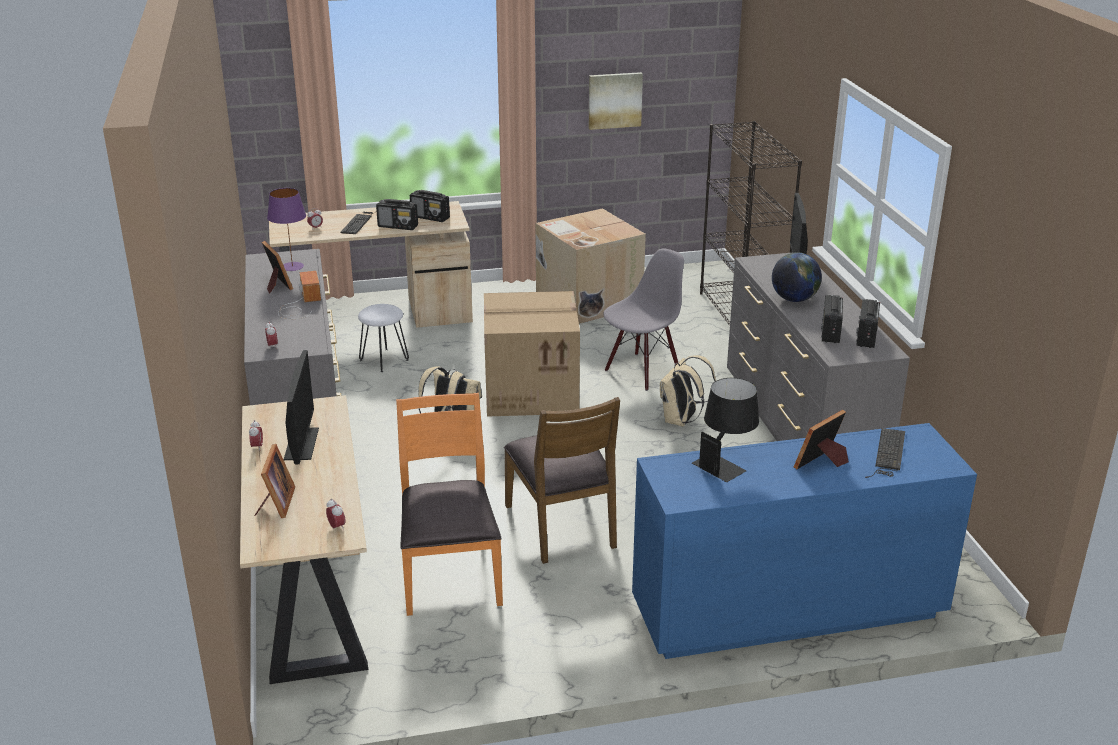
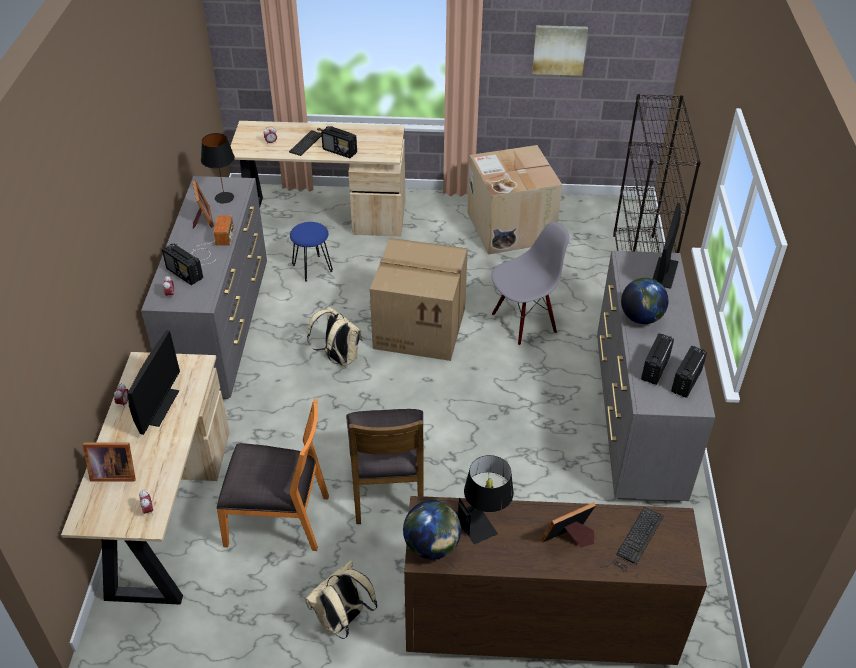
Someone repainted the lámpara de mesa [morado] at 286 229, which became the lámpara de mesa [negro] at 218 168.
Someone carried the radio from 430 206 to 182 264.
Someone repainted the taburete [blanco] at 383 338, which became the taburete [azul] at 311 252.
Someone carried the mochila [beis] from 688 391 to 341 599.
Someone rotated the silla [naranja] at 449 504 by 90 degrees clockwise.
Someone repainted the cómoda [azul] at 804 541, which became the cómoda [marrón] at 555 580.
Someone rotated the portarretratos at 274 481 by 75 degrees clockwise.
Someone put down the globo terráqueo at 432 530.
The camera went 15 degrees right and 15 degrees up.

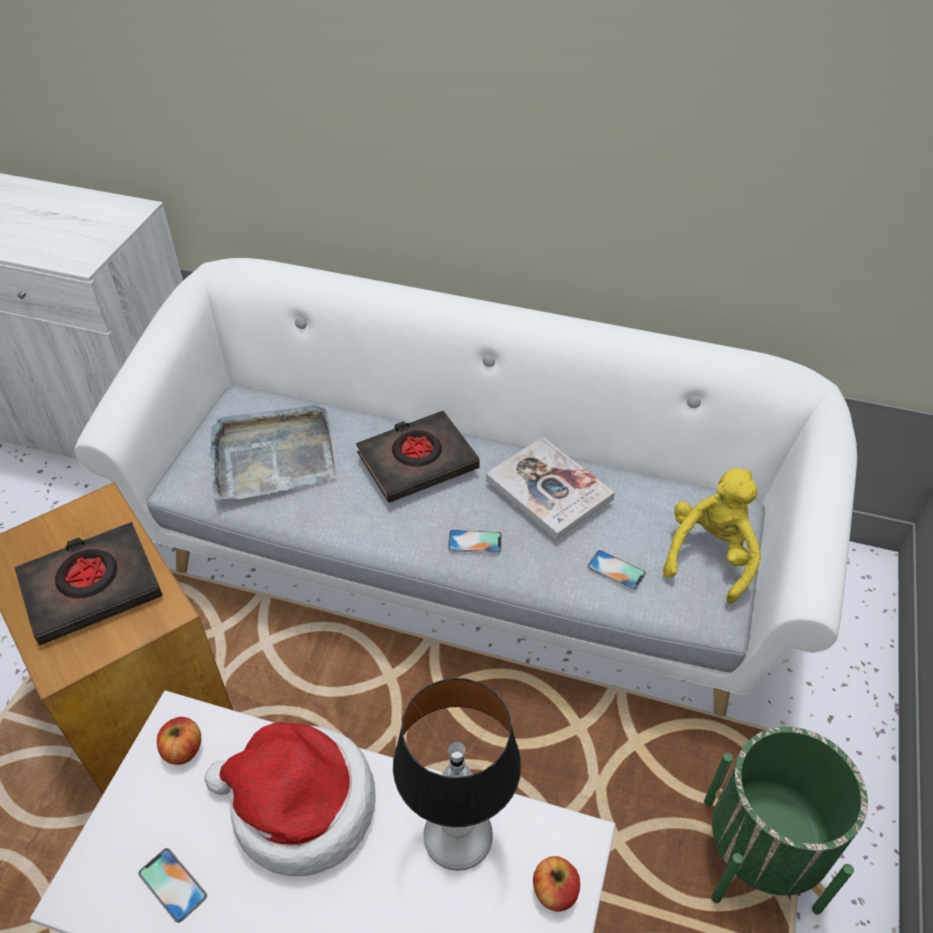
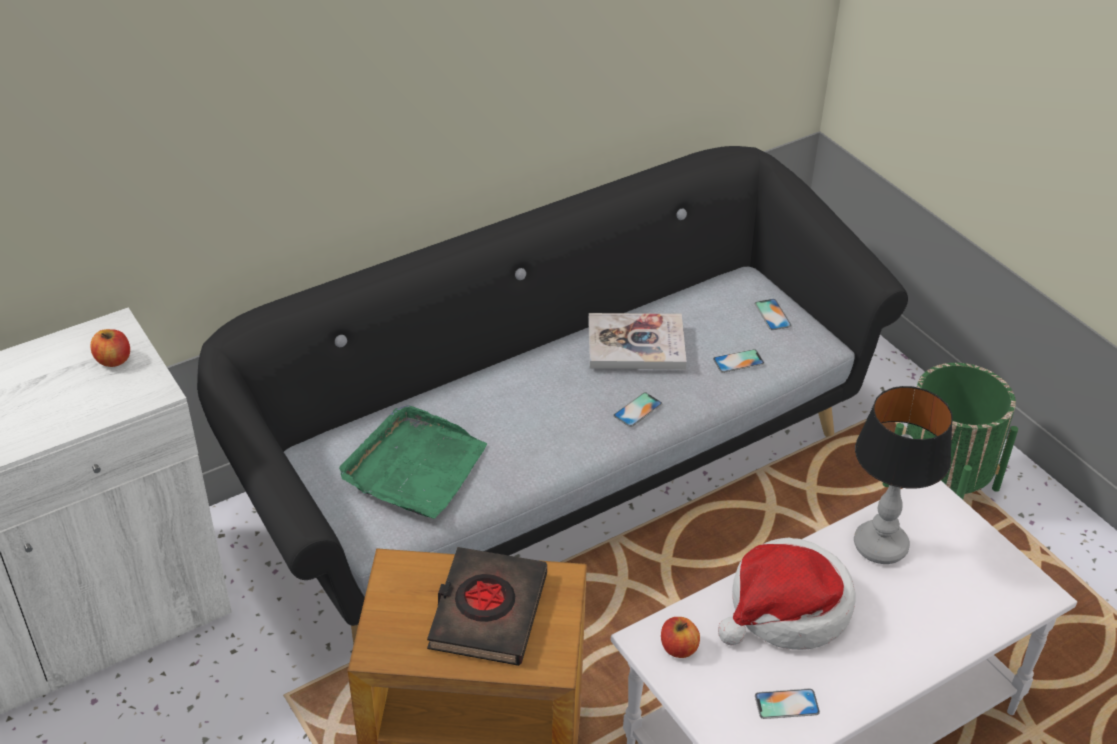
Someone repainted the sofá [blanco] at 466 487, which became the sofá [negro] at 552 395.
Someone repainted the bandeja [gris] at 272 452, which became the bandeja [verde] at 413 462.
Someone took away the libro [negro] at 418 457.
Someone swapped the peluche [amarillo] at 712 535 for the móvil at 773 314.
Someone carried the manzana from 556 884 to 110 348.
The camera went 50 degrees left and 5 degrees down.

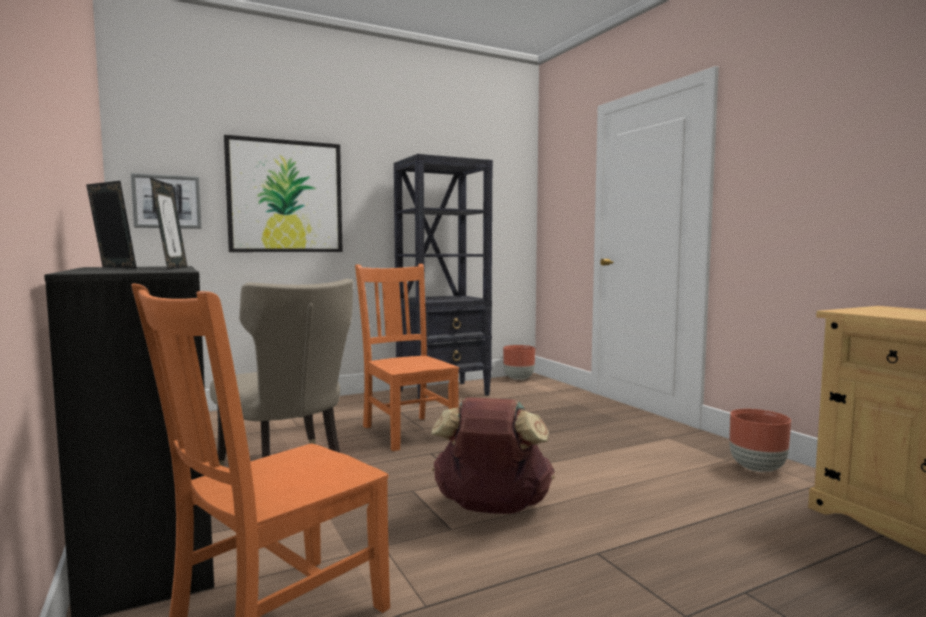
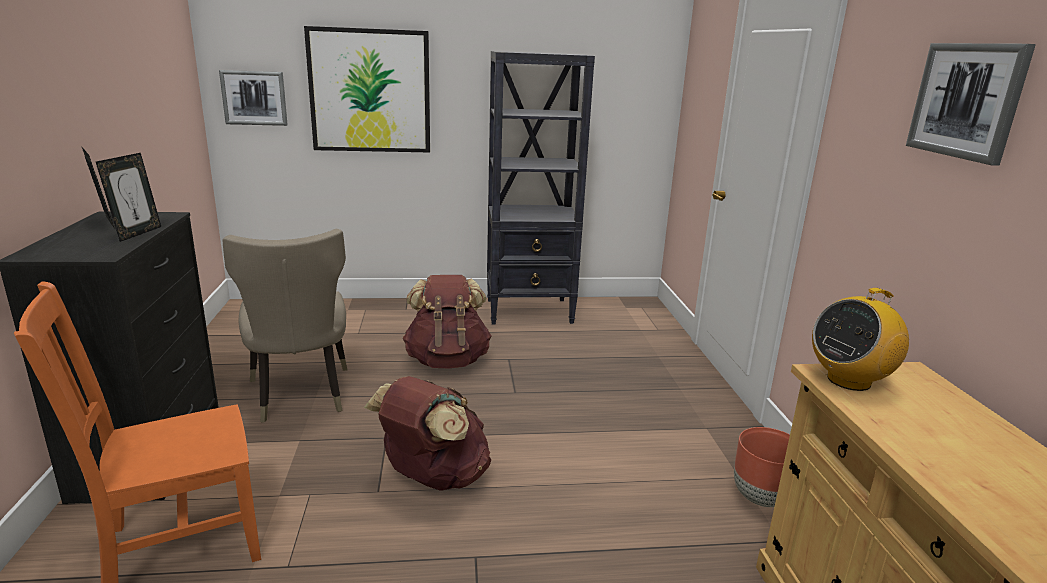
Someone swapped the silla [naranja] at 407 357 for the mochila [marrón] at 447 321.
Someone took away the maceta [marrón] at 519 362.
Someone put up the cuadro at 971 104.
Someone put down the radio at 860 339.
The camera went 20 degrees right and 15 degrees up.

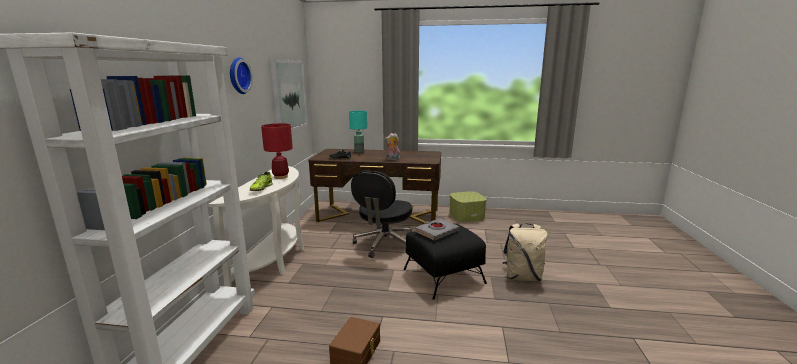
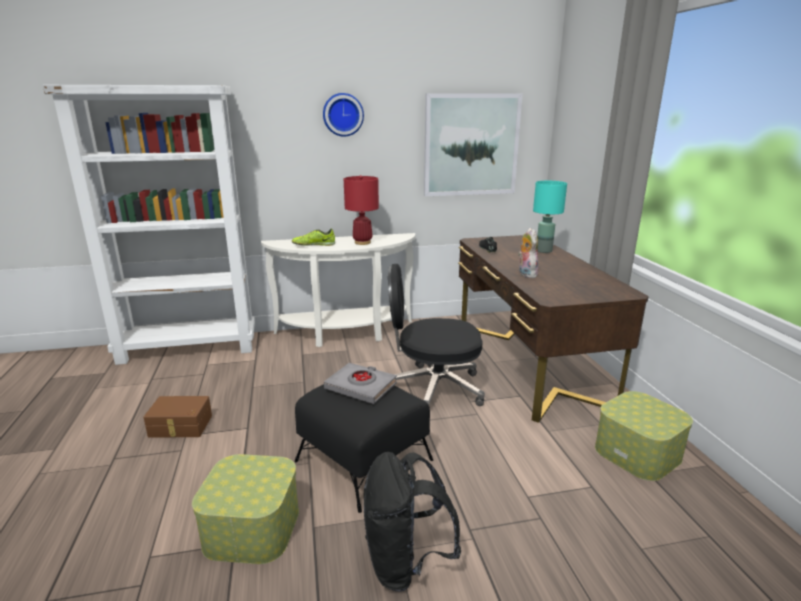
Someone repainted the mochila [beis] at 525 252, which became the mochila [negro] at 412 522.
Someone put down the caja de almacenaje at 245 509.
The camera went 70 degrees right and 5 degrees up.

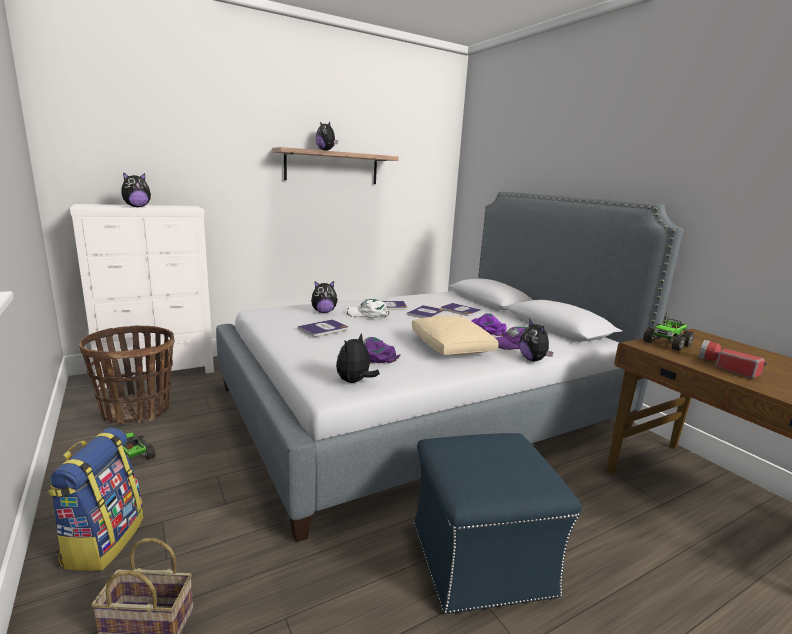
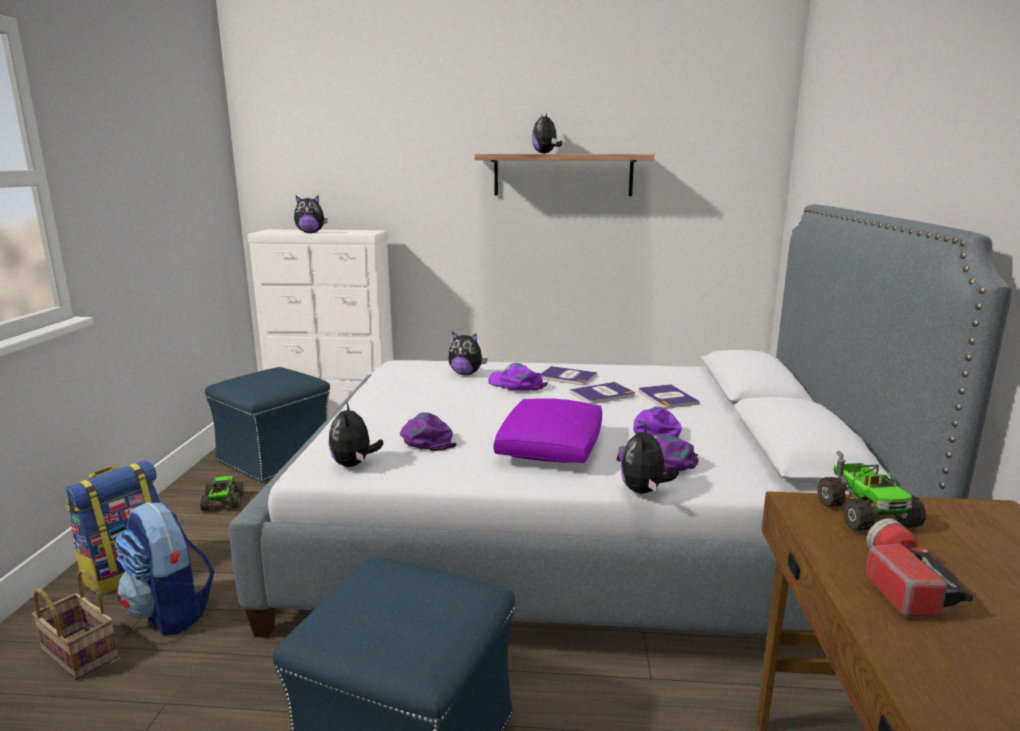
Someone repainted the gorra [blanco] at 367 308, which became the gorra [morado] at 518 377.
Someone rotated the camión de juguete at 668 331 by 90 degrees counterclockwise.
Someone repainted the cojín [beis] at 455 335, which became the cojín [morado] at 548 430.
Someone took away the libro at 323 328.
Someone swapped the cesta at 127 374 for the puf [azul] at 267 424.
Someone rotated the peluche at 358 358 by 75 degrees counterclockwise.
Someone put down the mochila at 164 569.
The camera went 35 degrees right and 0 degrees up.

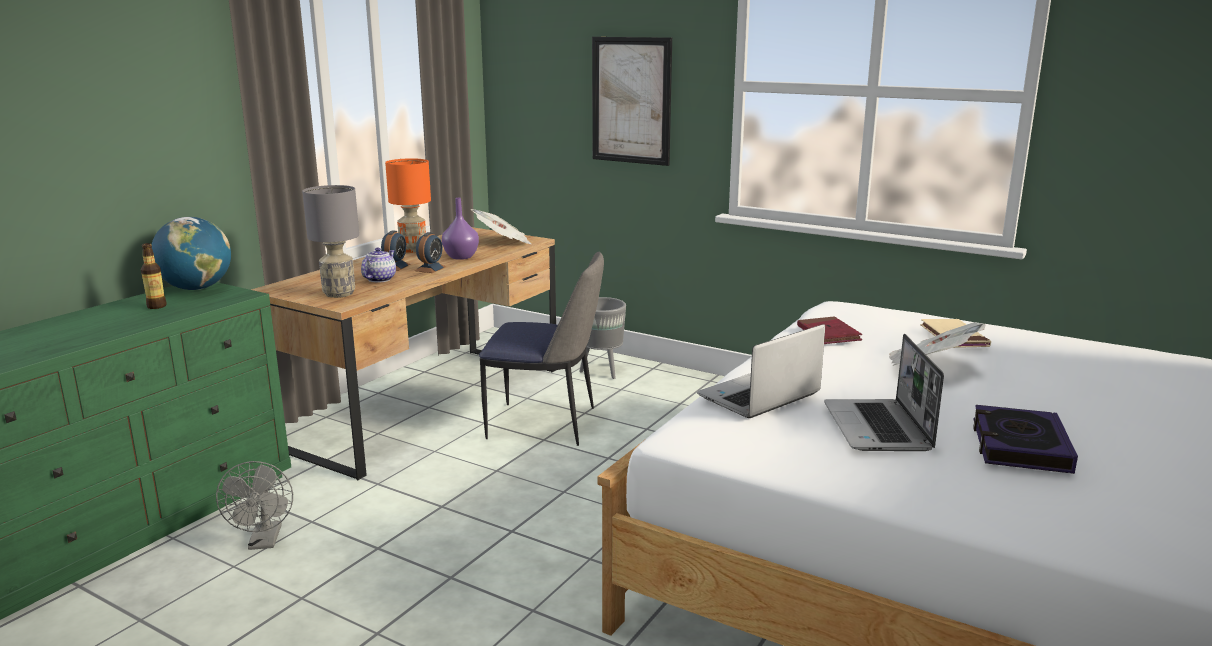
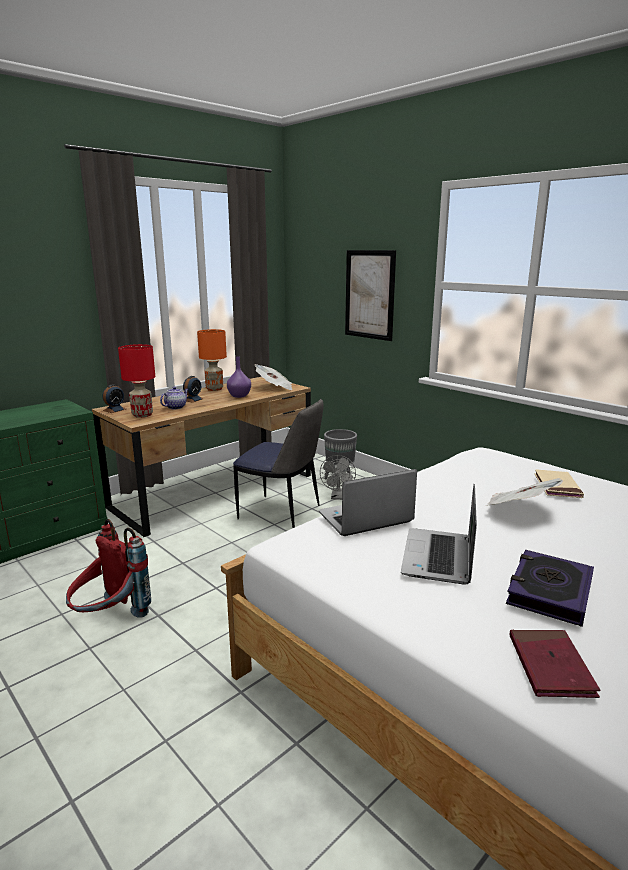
Someone repainted the lámpara de mesa [gris] at 330 241, which became the lámpara de mesa [rojo] at 136 381.
Someone took away the globo terráqueo at 191 253.
Someone carried the despertador from 430 252 to 114 399.
Someone took away the botella at 154 276.
Someone carried the libro [rojo] from 830 330 to 555 664.
Someone carried the ventilador [gris] from 254 505 to 338 477.
Someone put down the mochila [rojo] at 108 568.
The camera went 15 degrees right and 0 degrees up.

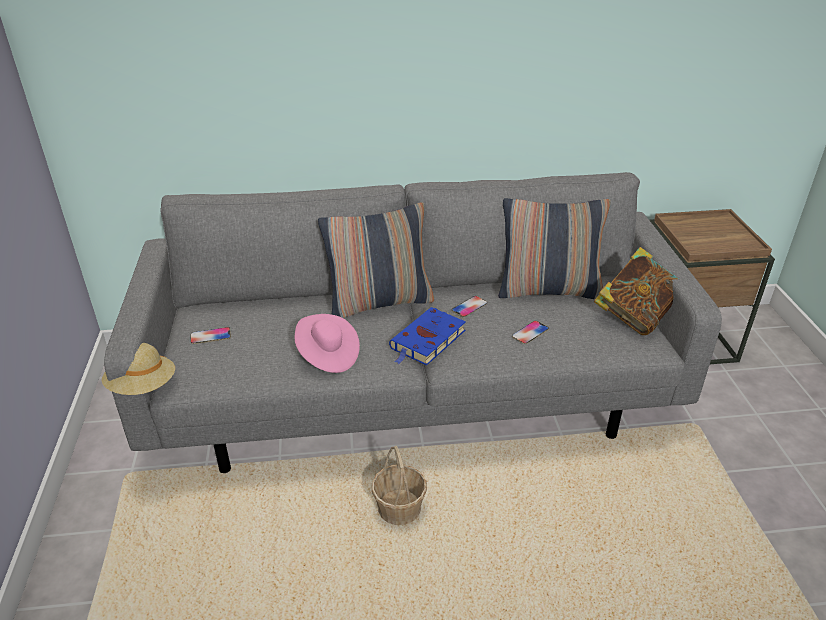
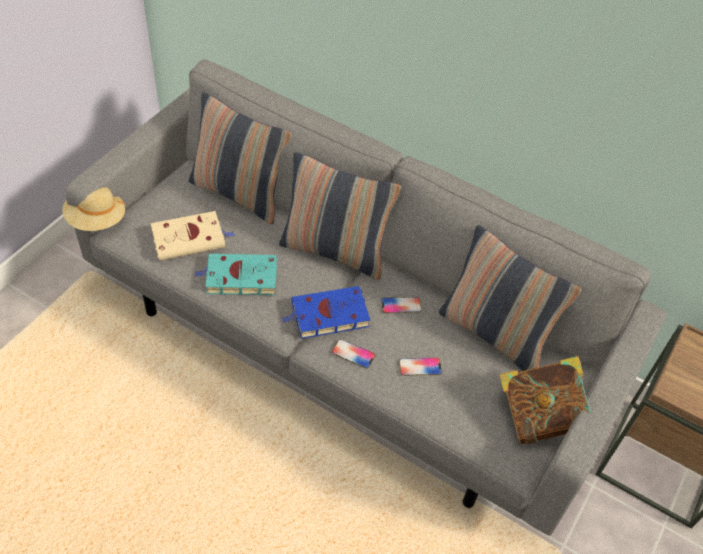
Someone swapped the sombrero [rosa] at 327 343 for the libro [turquesa] at 236 274.
Someone carried the móvil from 210 335 to 353 354.
Someone took away the cesta at 399 485.
Someone put down the cojín at 240 158.
Someone put down the libro [beis] at 193 236.
The camera went 35 degrees right and 15 degrees up.

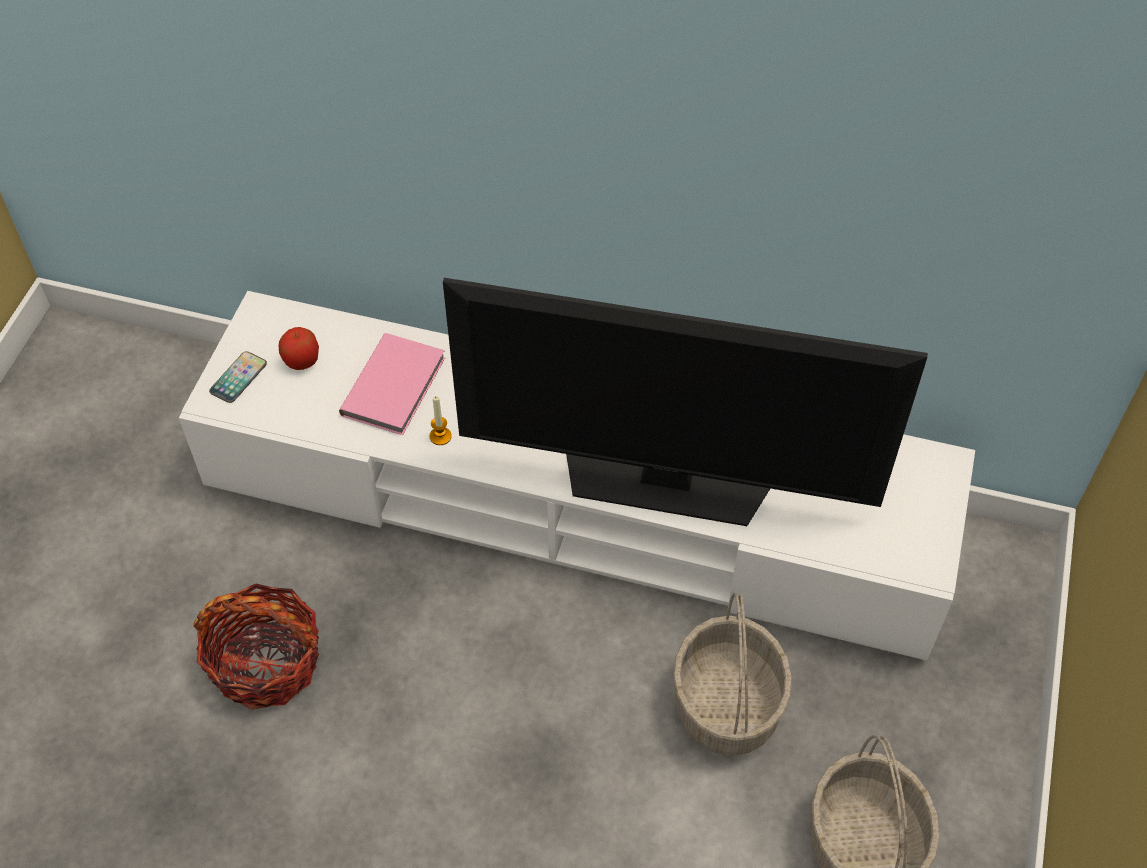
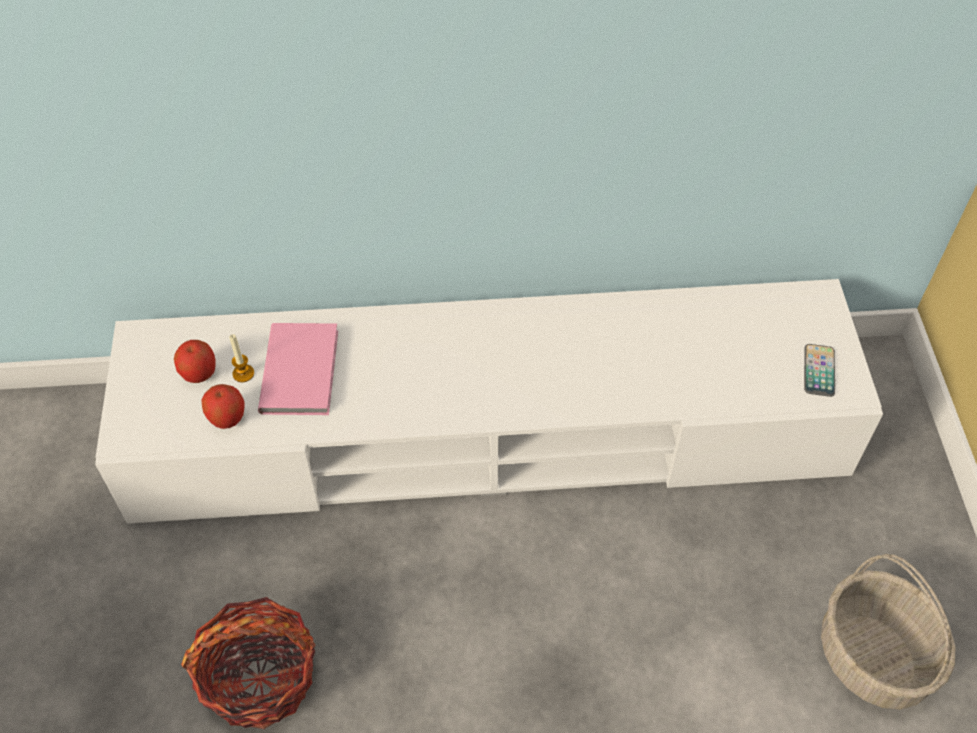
Someone took away the televisor at 685 402.
Someone carried the móvil from 238 377 to 819 370.
Someone carried the vela from 441 420 to 241 358.
Someone took away the cesta at 732 674.
Someone put down the manzana at 222 406.
The camera went 20 degrees left and 0 degrees up.

